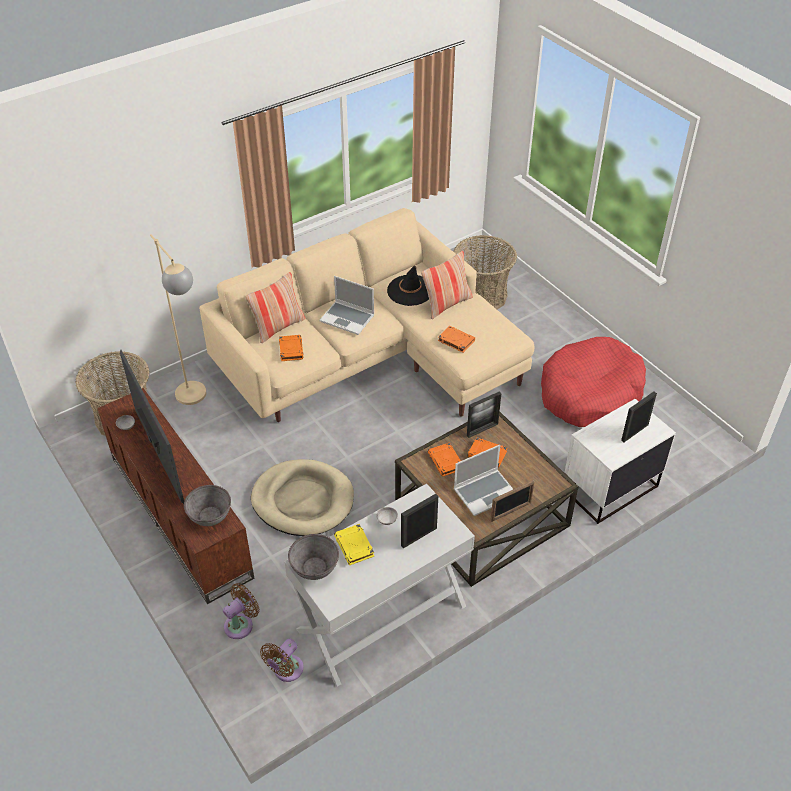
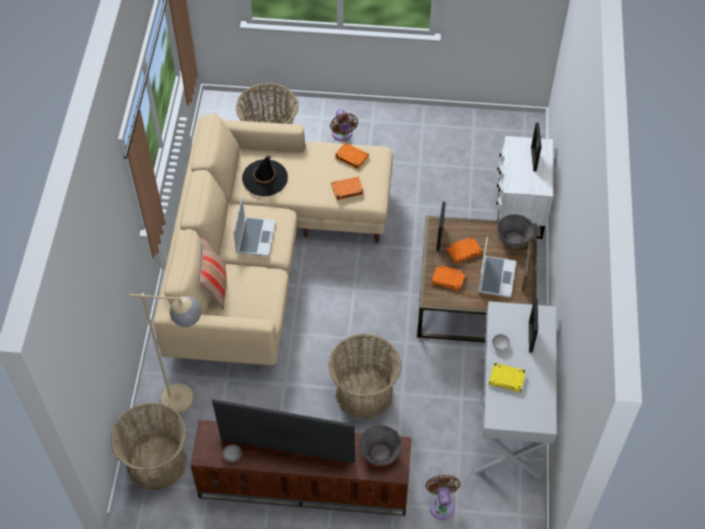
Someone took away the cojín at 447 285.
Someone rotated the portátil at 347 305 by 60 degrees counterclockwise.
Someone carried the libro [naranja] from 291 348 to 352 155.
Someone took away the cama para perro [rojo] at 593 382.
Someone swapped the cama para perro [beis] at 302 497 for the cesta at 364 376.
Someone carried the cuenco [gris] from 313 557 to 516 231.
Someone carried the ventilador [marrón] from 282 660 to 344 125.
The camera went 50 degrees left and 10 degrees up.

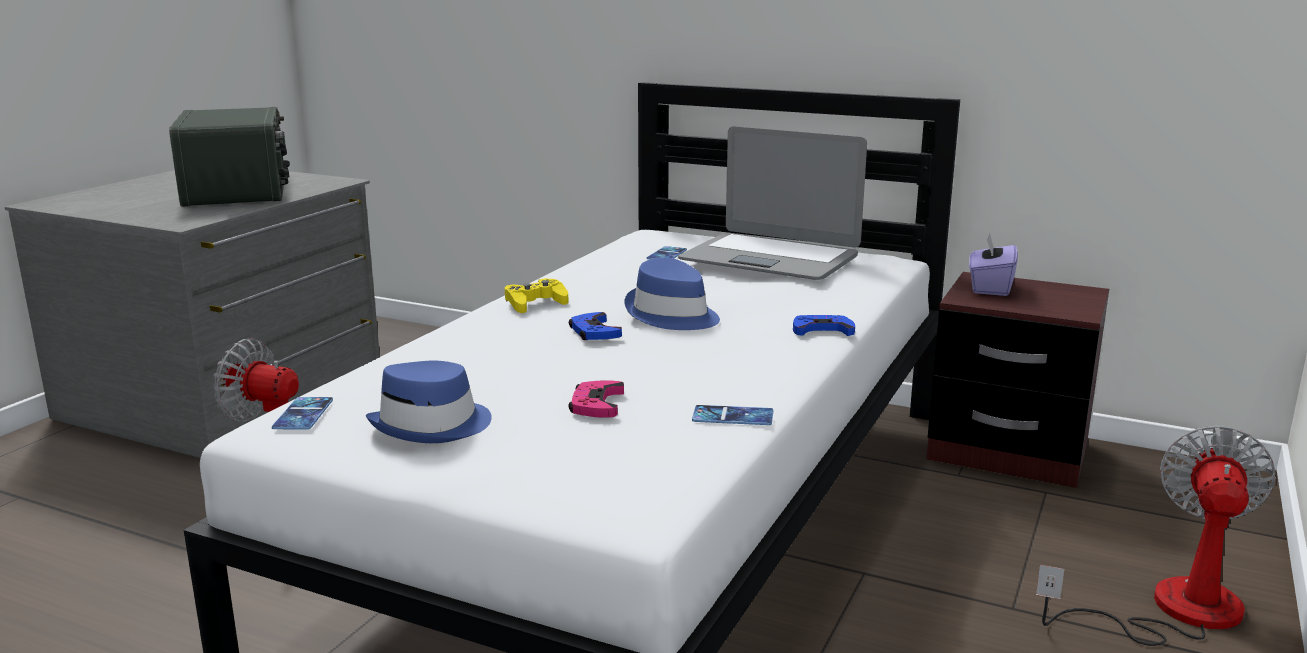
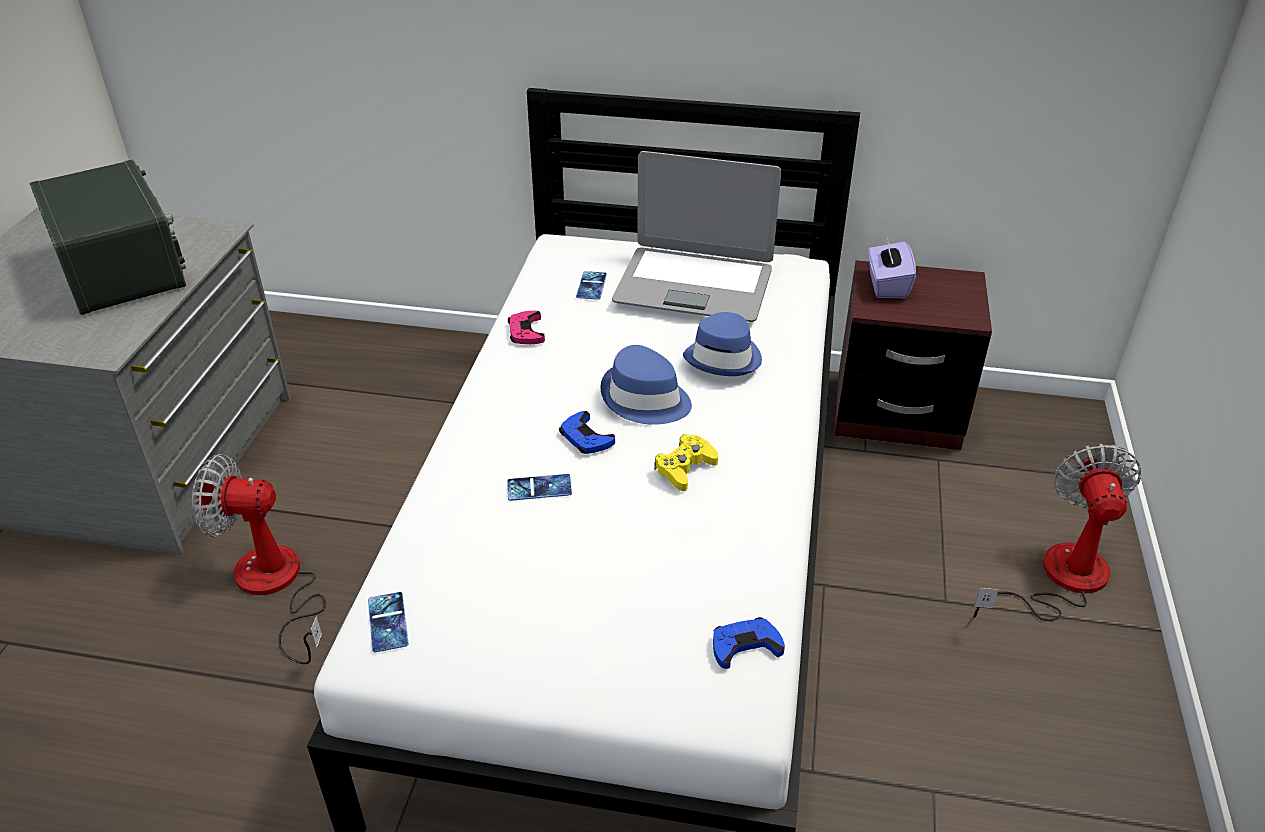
Someone carried the mando de consola [amarillo] from 537 295 to 686 462.
Someone carried the mando de consola [azul] from 824 325 to 749 643.
Someone carried the sombrero [azul] from 429 402 to 722 344.
Someone carried the mando de consola [rosa] from 596 399 to 526 327.
Someone carried the móvil from 732 415 to 539 487.
The camera went 15 degrees left and 20 degrees up.

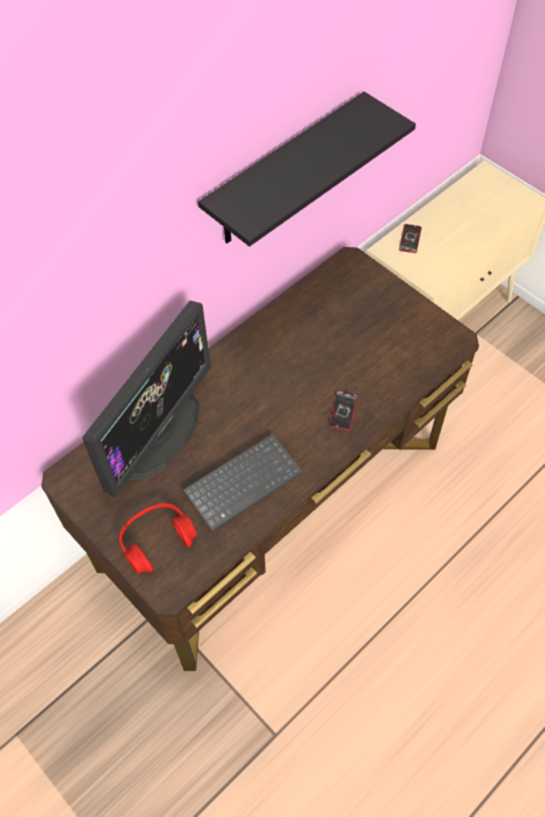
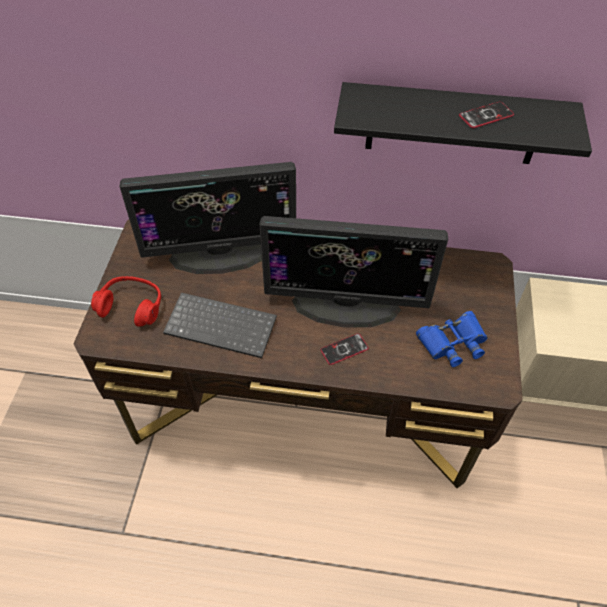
Someone carried the móvil from 410 238 to 486 114.
Someone put down the monitor at 353 272.
Someone put down the prismáticos [azul] at 452 339.
The camera went 50 degrees right and 5 degrees down.

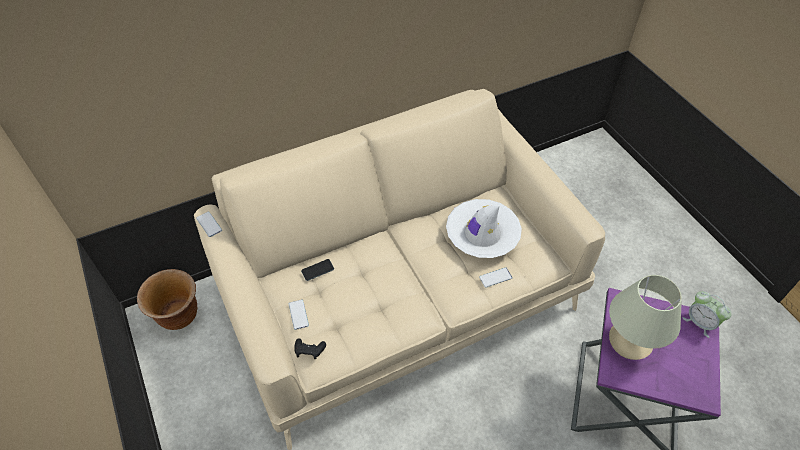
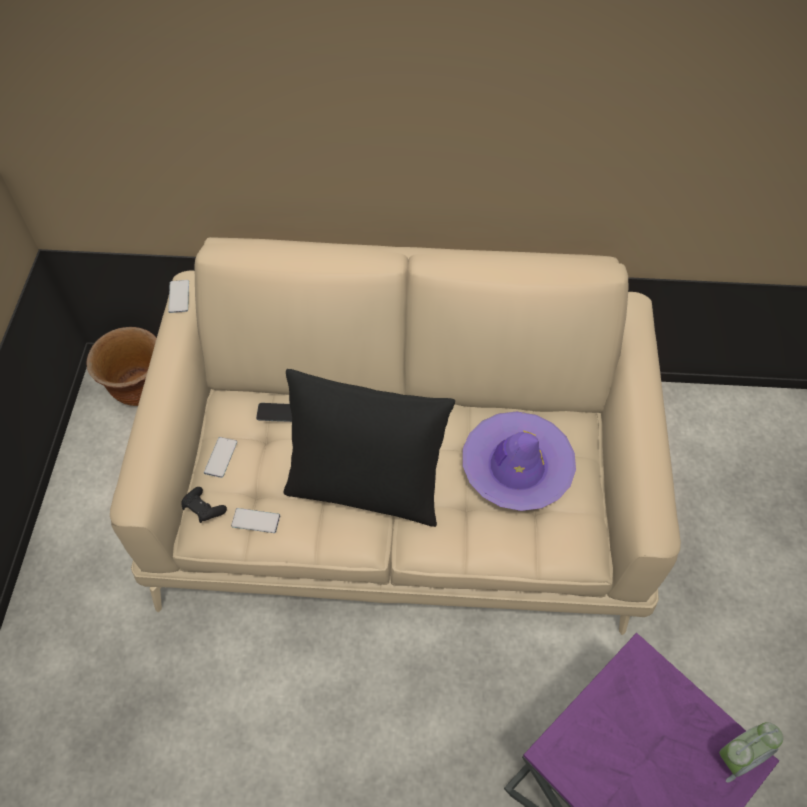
Someone repainted the sombrero [blanco] at 484 228, which became the sombrero [morado] at 519 461.
Someone carried the móvil from 496 277 to 255 520.
Someone took away the lámpara de mesa [beis] at 645 317.
Someone rotated the despertador at 707 314 by 105 degrees counterclockwise.
Someone put down the cojín [negro] at 369 448.
The camera went 30 degrees right and 5 degrees up.

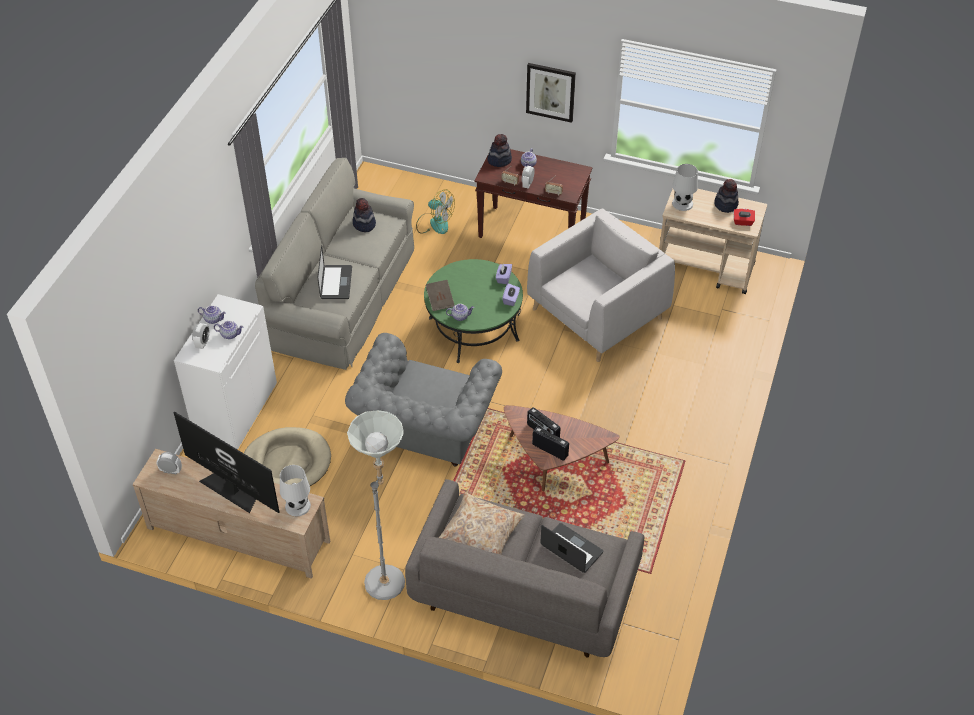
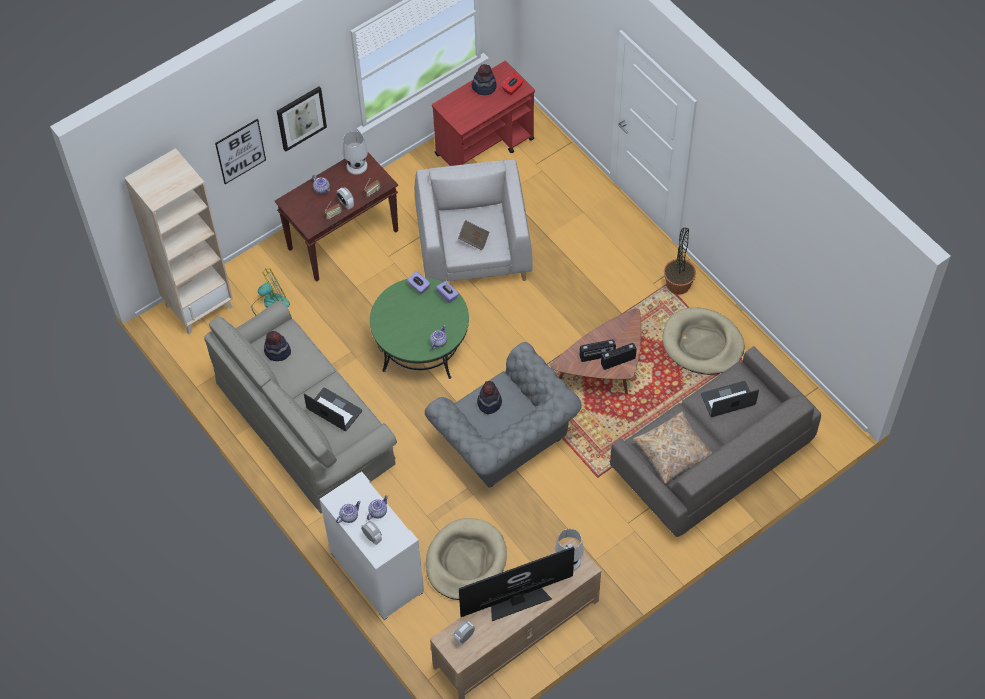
Someone carried the sombrero from 499 150 to 489 397.
Someone carried the lámpara de mesa [blanco] from 685 187 to 355 153.
Someone repainted the carrito [beis] at 713 241, which became the carrito [rojo] at 483 113.
Someone carried the libro [marrón] from 440 295 to 473 235.
Someone took away the lámpara de pie [gris] at 376 505.
Someone put up the cuadro at 240 151.
Someone put down the estantería [beis] at 179 241.
Someone put down the planta en maceta at 680 261.
Someone put down the cama para perro [beis] at 703 341.
The camera went 55 degrees left and 10 degrees up.

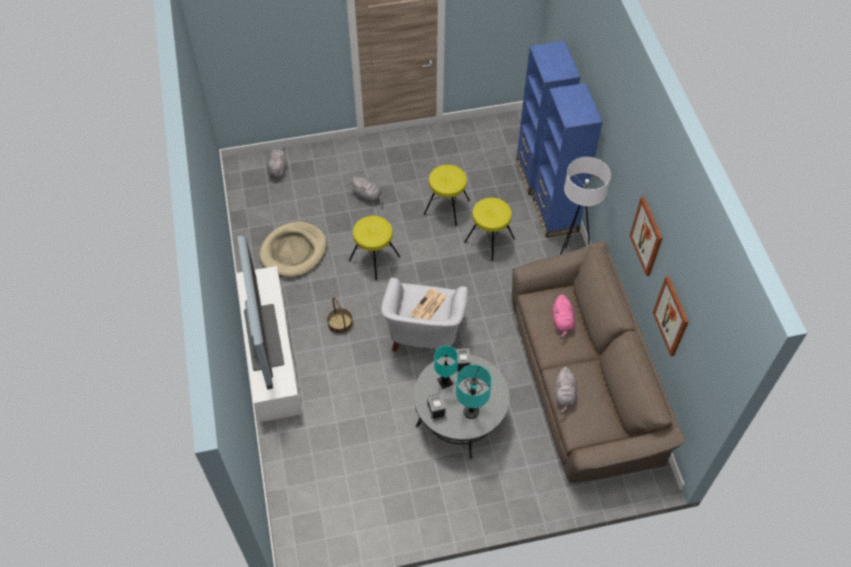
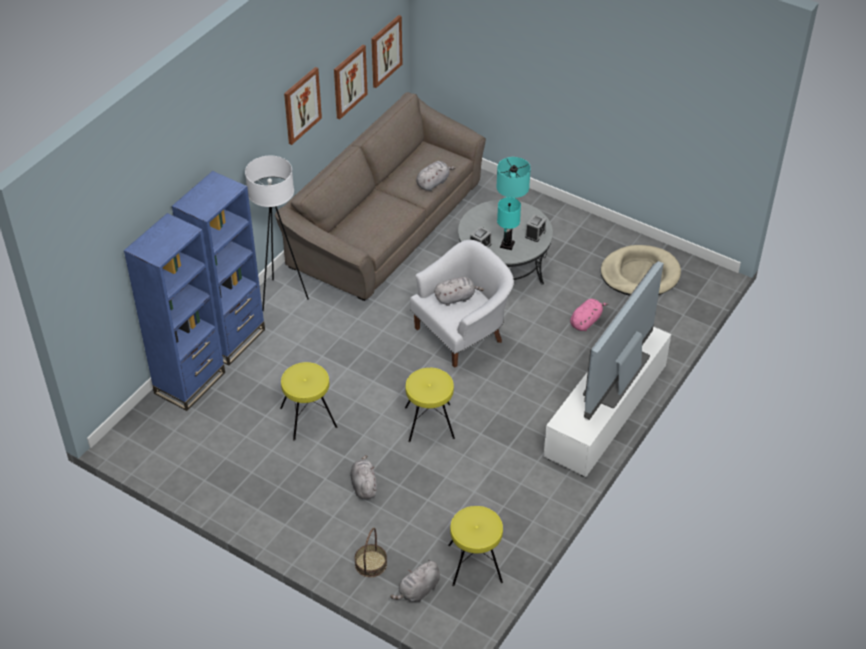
Someone carried the taburete [amarillo] from 489 229 to 475 546.
Someone carried the cama para perro [beis] from 293 249 to 641 270.
Someone swapped the periódico at 428 304 for the peluche [gris] at 459 291.
Someone carried the peluche [rosa] from 564 316 to 589 315.
Someone carried the cesta from 340 315 to 370 552.
Someone put up the cuadro at 386 51.
The camera went 135 degrees left and 10 degrees down.

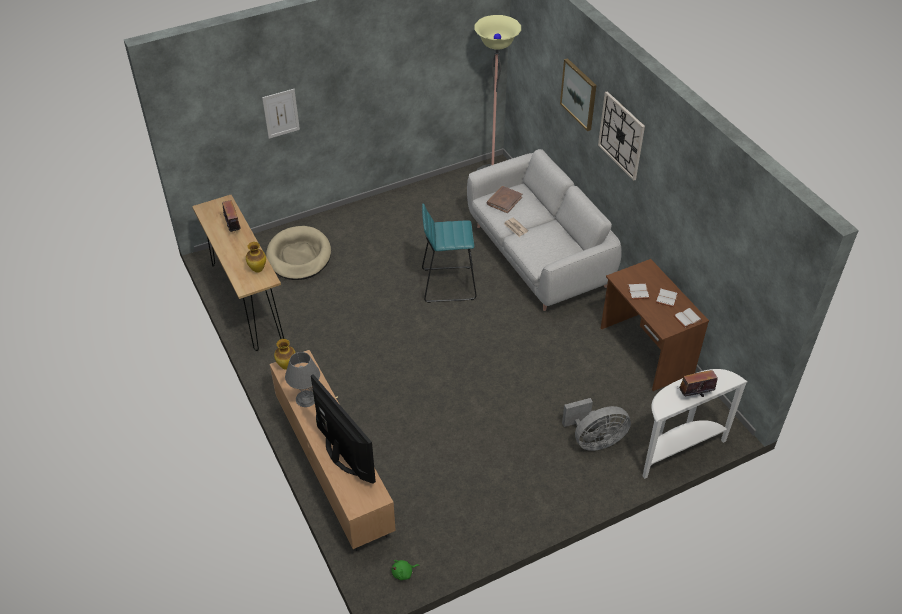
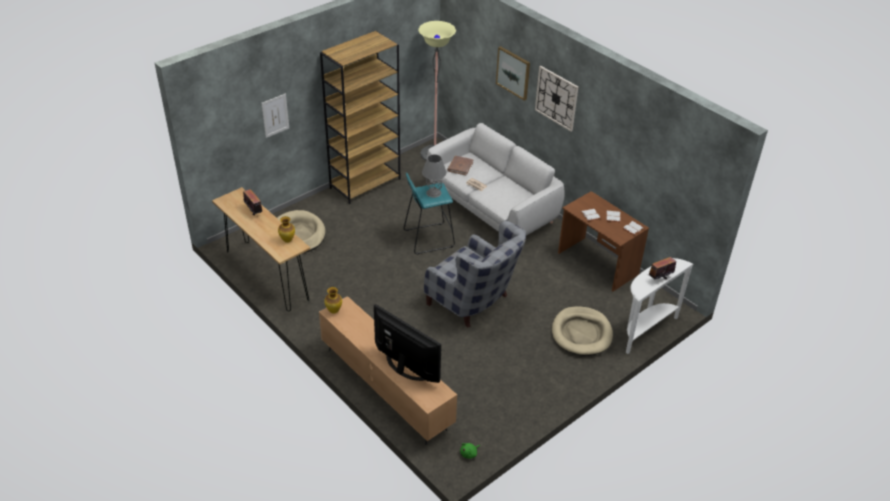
Someone carried the lámpara de mesa [gris] from 302 379 to 434 176.
Someone swapped the ventilador [gris] at 596 424 for the cama para perro [beis] at 582 331.
Someone put down the estantería [marrón] at 360 117.
Someone put down the sillón [gris] at 475 274.
The camera went 15 degrees left and 5 degrees down.

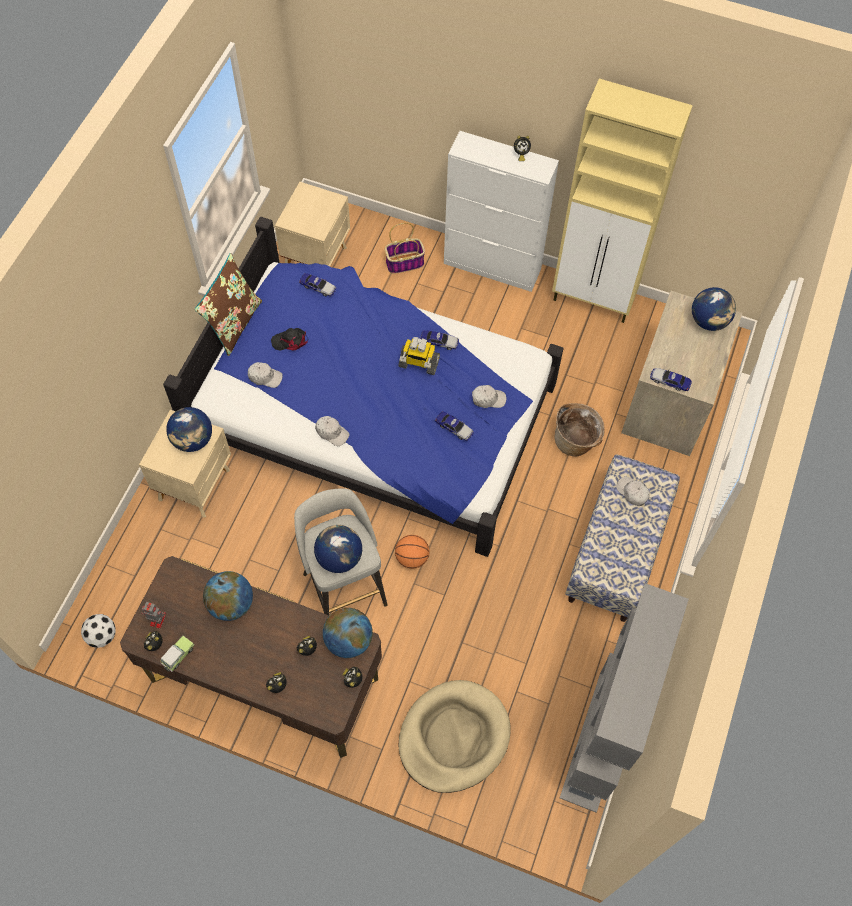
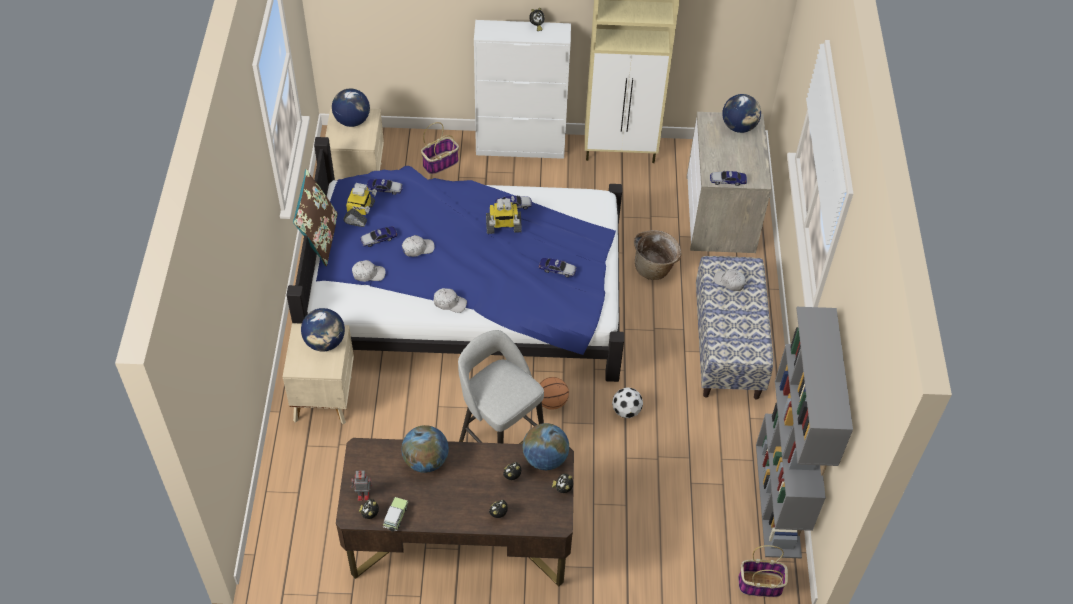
Someone swapped the gorra [negro] at 289 339 for the coche de juguete at 379 236.
Someone carried the gorra [blanco] from 489 396 to 418 246.
Someone carried the globo terráqueo from 338 549 to 351 108.
Someone carried the balón de fútbol from 98 631 to 627 402.
Someone took away the cama para perro [beis] at 455 736.
Someone put down the robot de juguete at 360 205.
Someone put down the cesta at 763 571.
The camera went 20 degrees left and 10 degrees down.

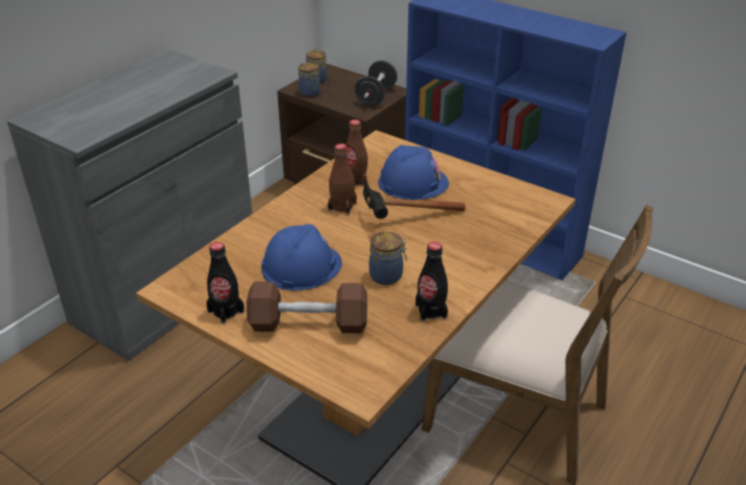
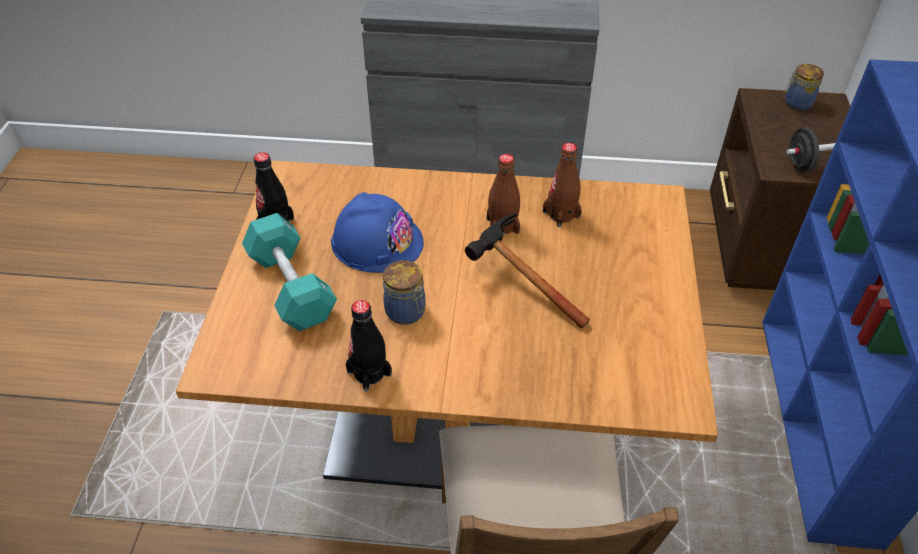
Someone took away the tarro at 309 79.
Someone took away the casco [azul] at 413 172.
Someone repainted the mancuerna [marrón] at 307 307, which became the mancuerna [turquesa] at 289 272.
The camera went 60 degrees right and 10 degrees up.

